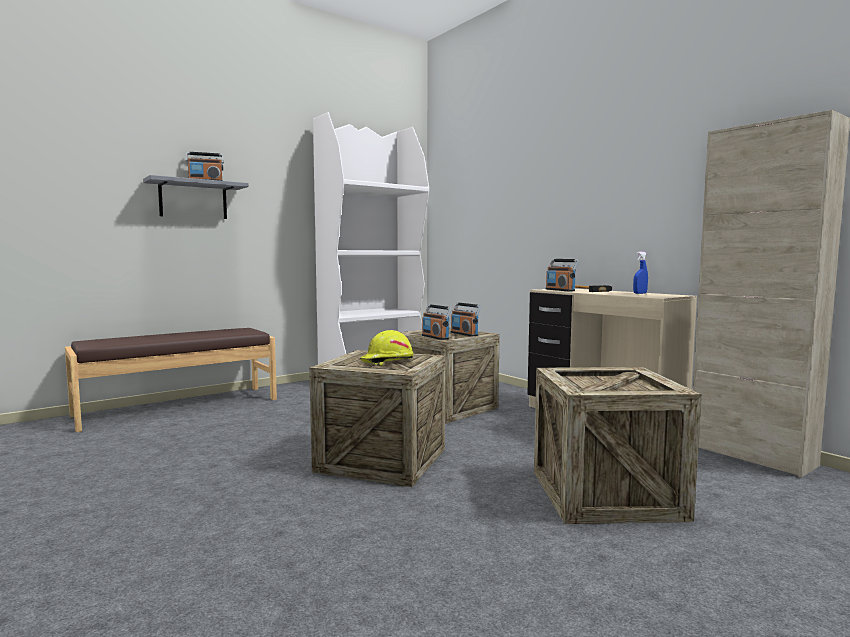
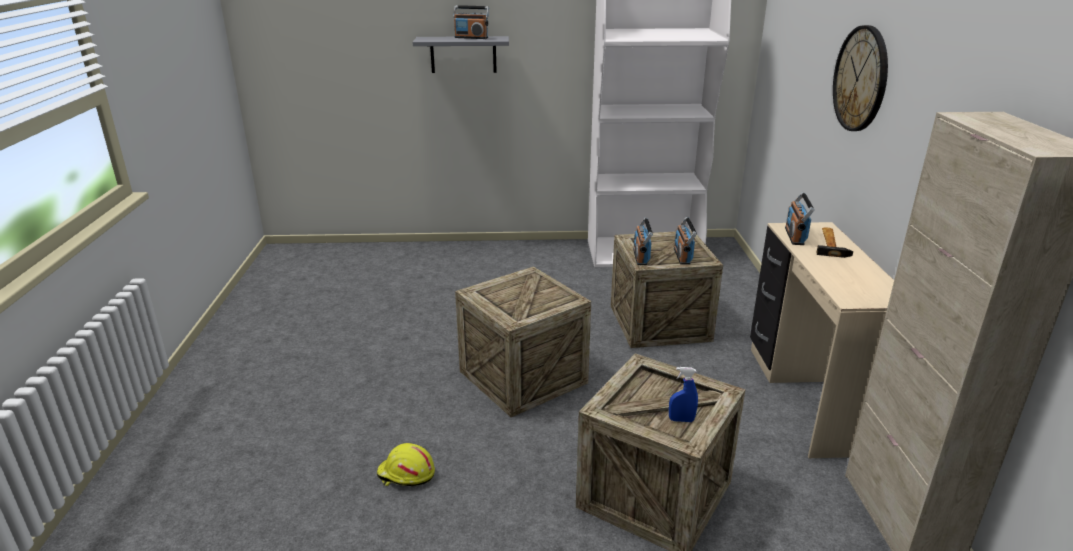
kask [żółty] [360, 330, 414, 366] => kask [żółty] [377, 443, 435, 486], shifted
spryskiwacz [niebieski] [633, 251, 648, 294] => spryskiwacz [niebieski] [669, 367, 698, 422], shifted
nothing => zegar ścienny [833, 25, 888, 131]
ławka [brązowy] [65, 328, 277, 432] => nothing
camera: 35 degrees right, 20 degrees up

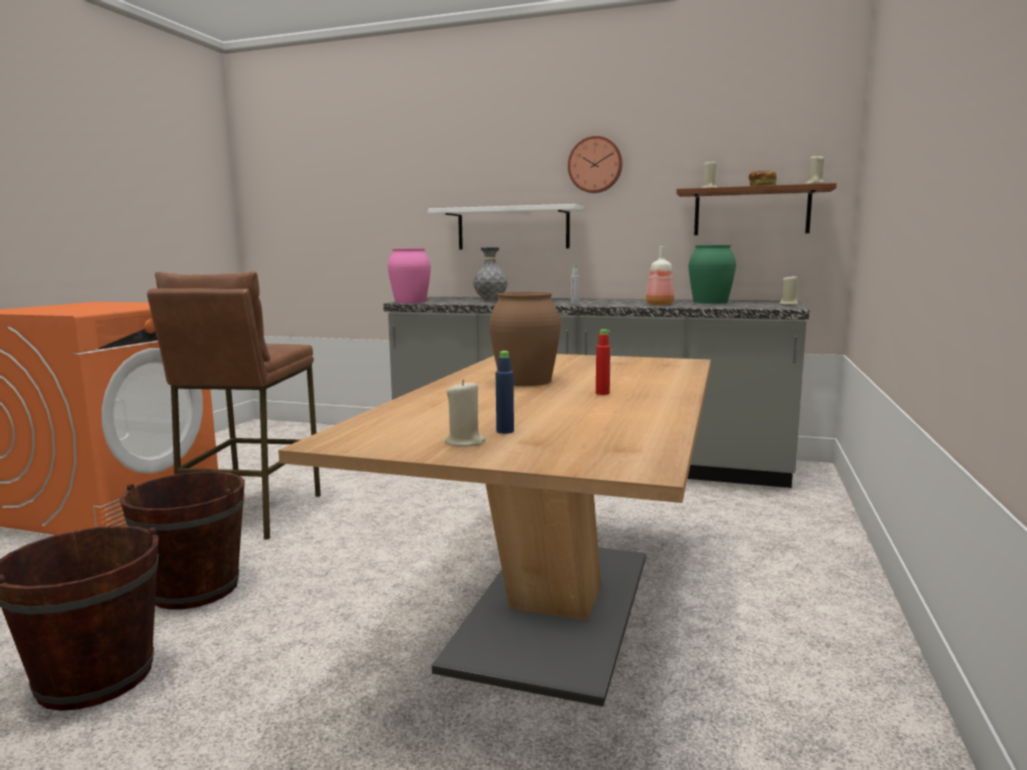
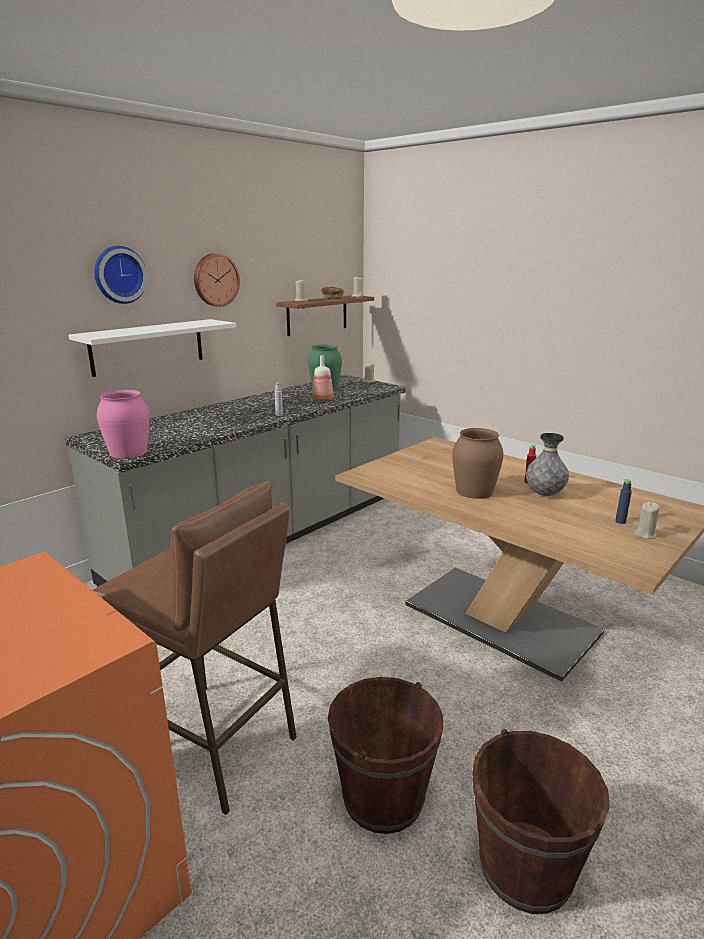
nothing => zegar ścienny [94, 246, 147, 304]
wazon [szary] [473, 248, 508, 301] => wazon [szary] [526, 433, 569, 496], shifted
camera: 65 degrees left, 10 degrees up

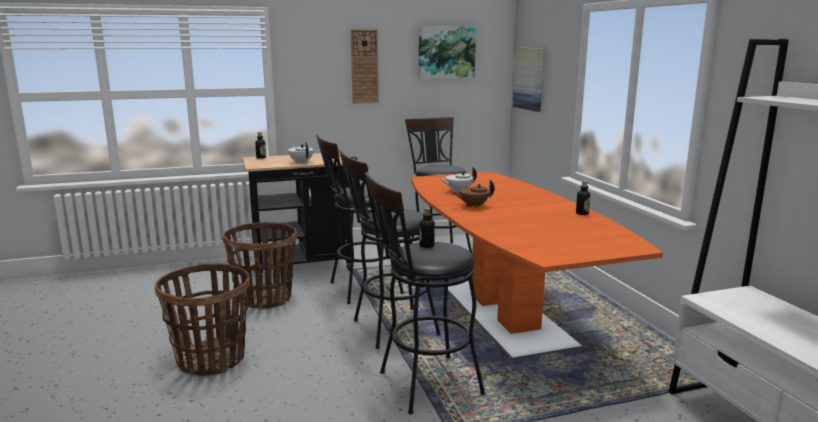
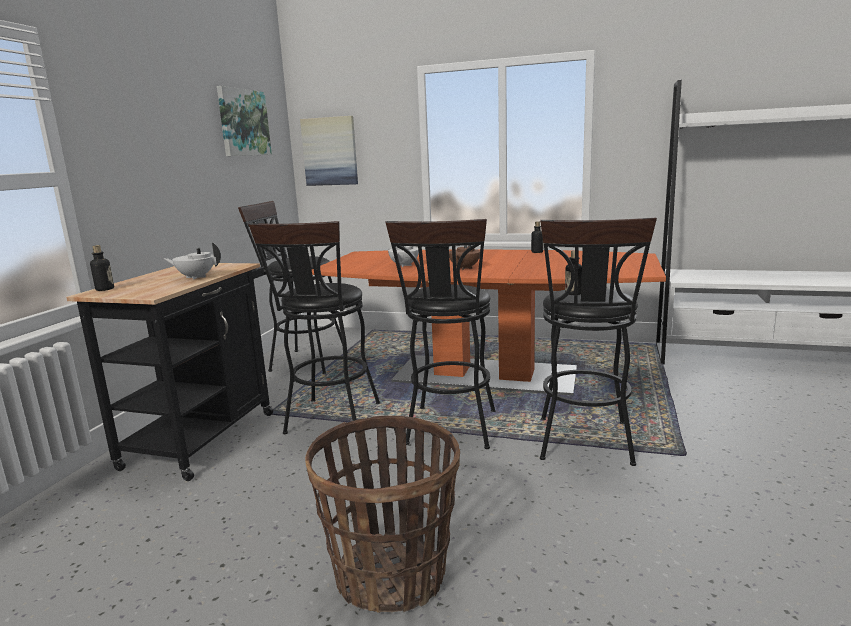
koszyk [222, 222, 297, 309] => nothing
zegar ścienny [351, 29, 379, 104] => nothing
camera: 55 degrees left, 0 degrees up

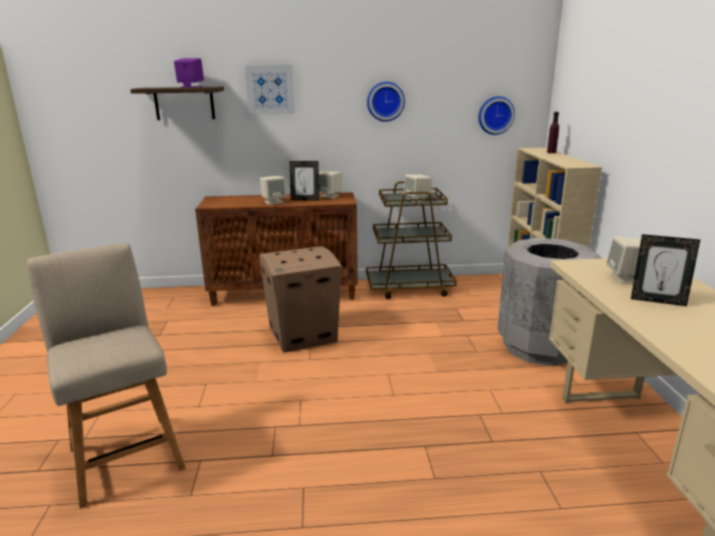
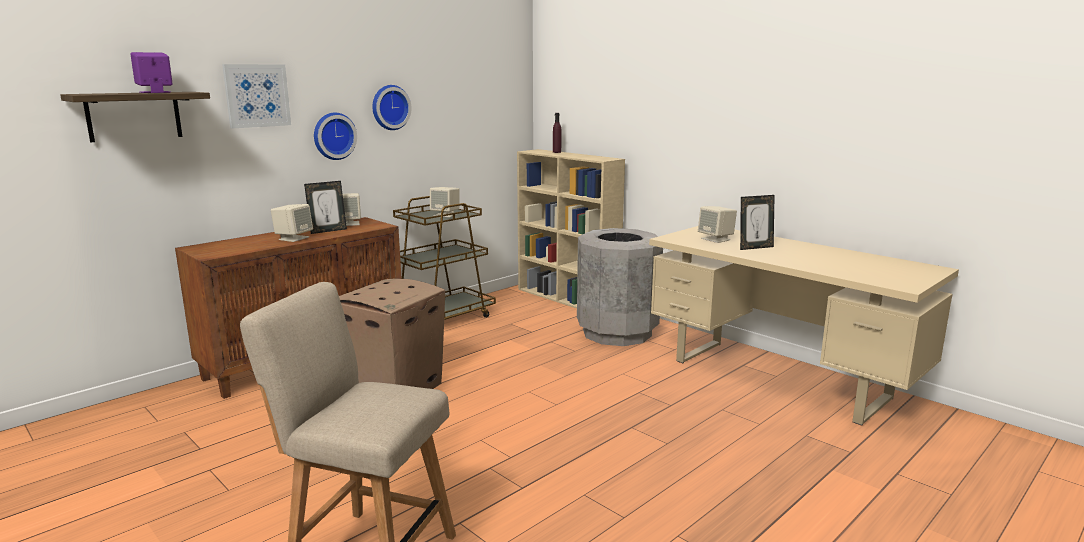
zegar ścienny [479, 96, 515, 135] => zegar ścienny [314, 113, 357, 160], shifted
camera: 40 degrees left, 5 degrees down

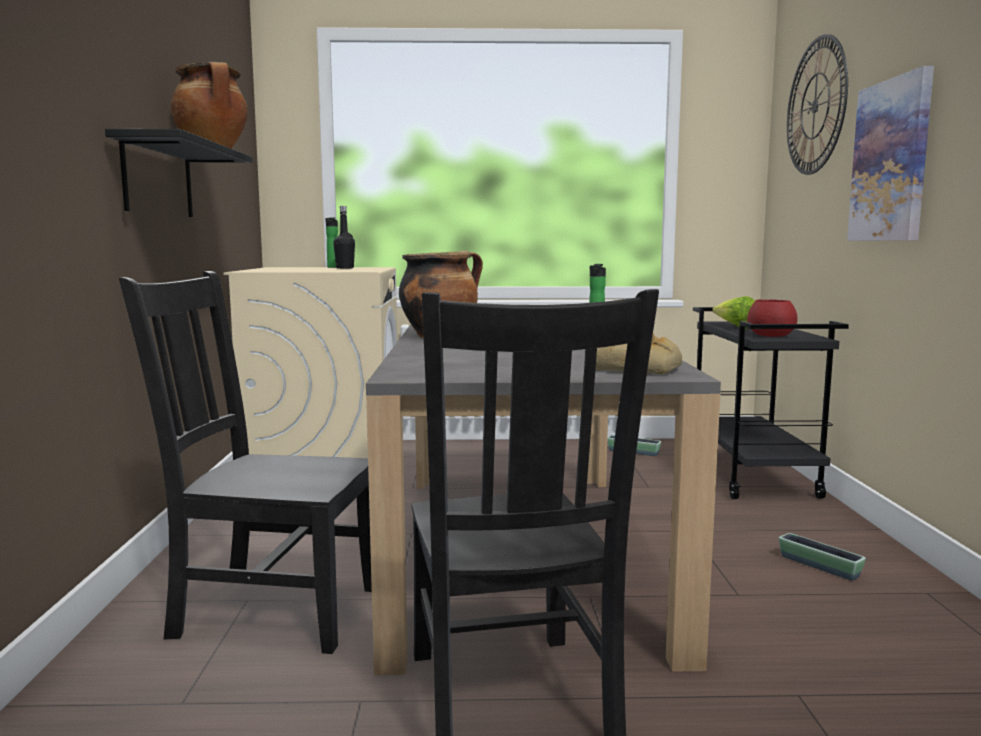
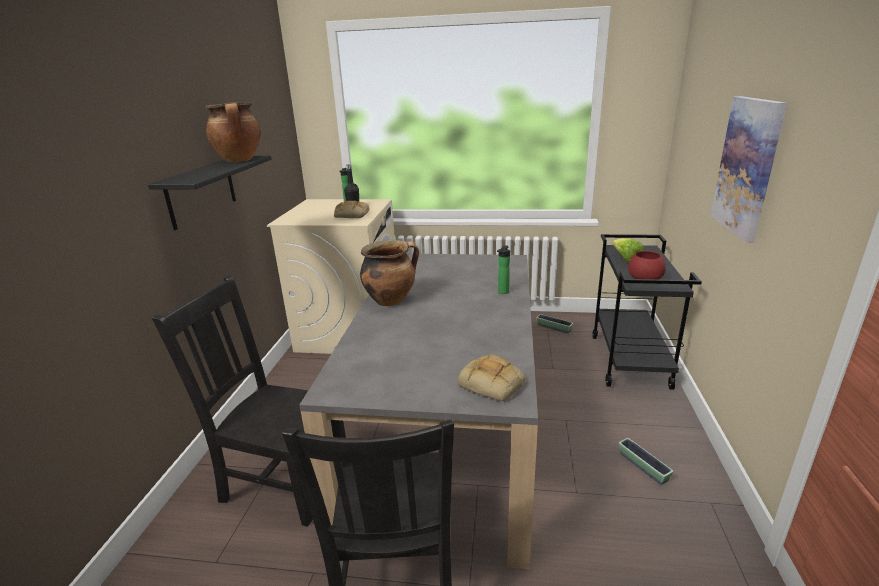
nothing => chleb [334, 201, 369, 218]
zegar ścienny [787, 34, 848, 175] => nothing
camera: 10 degrees right, 15 degrees up

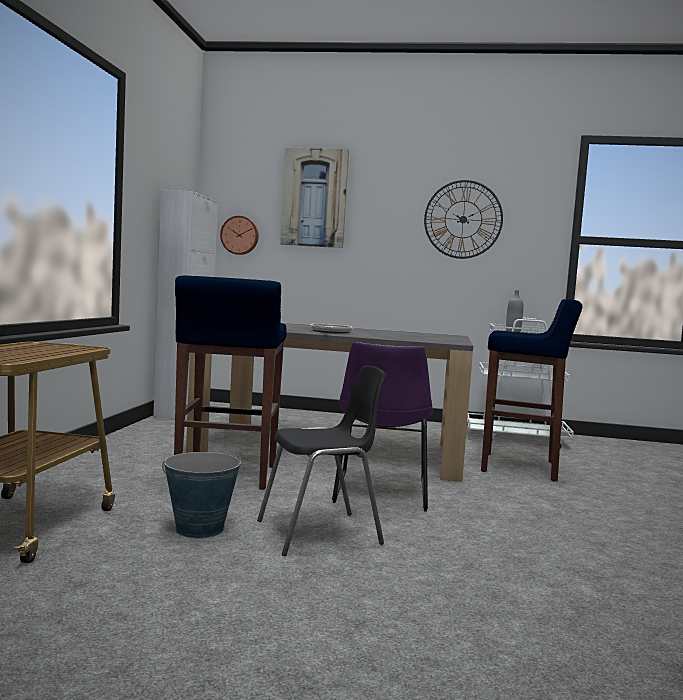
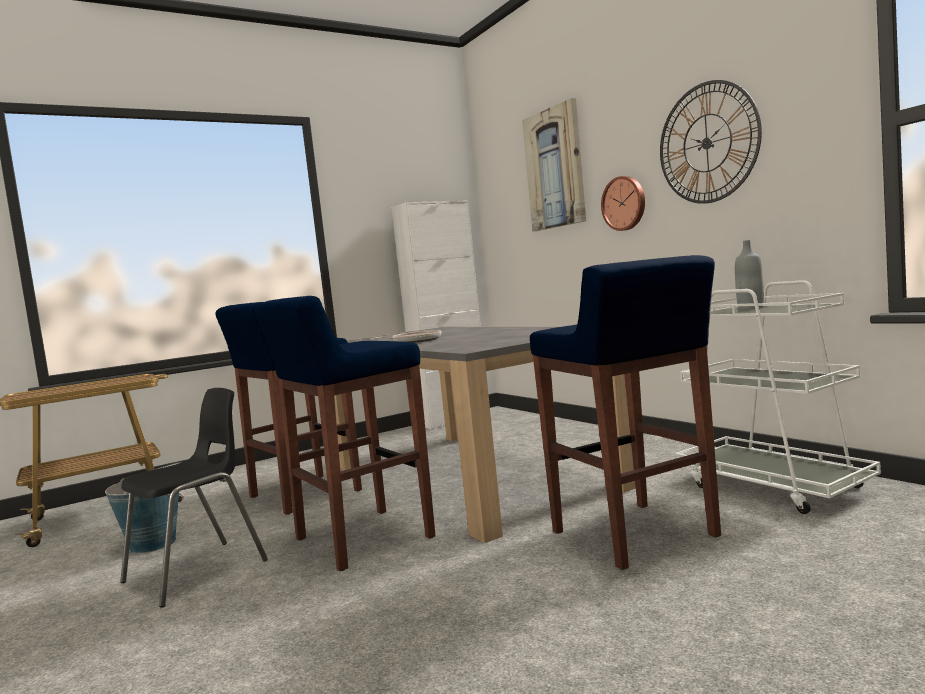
krzesło [czarny] [257, 366, 386, 556] => krzesło [czarny] [121, 388, 268, 607], 75 degrees counterclockwise
krzesło [fioletowy] [332, 342, 432, 512] => stołek [niebieski] [255, 296, 436, 571]
zegar ścienny [220, 216, 259, 255] => zegar ścienny [601, 176, 645, 231], shifted
camera: 50 degrees right, 0 degrees up

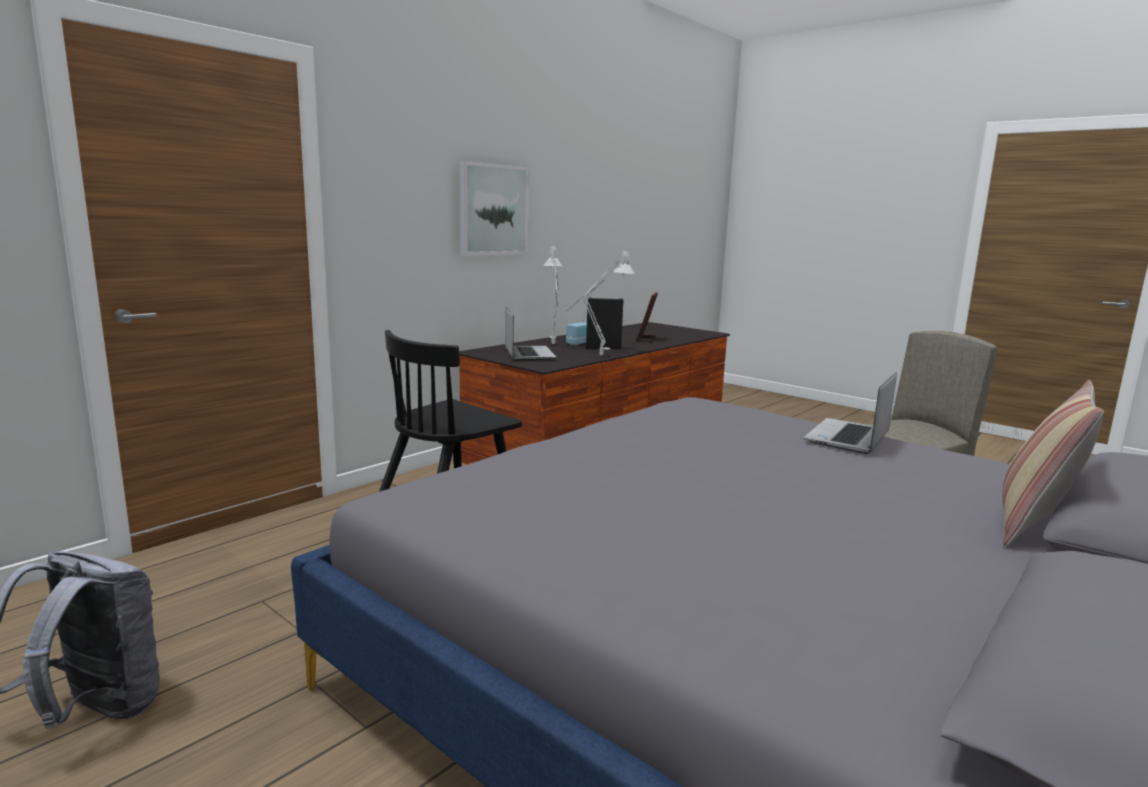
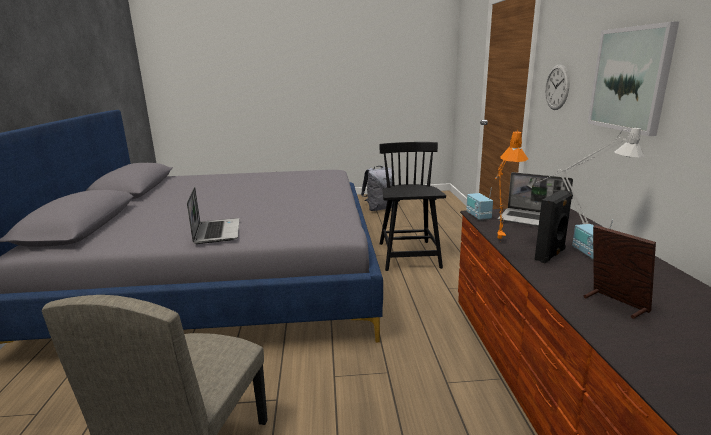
nothing => radio [466, 187, 493, 220]
lampa stołowa [szary] [565, 249, 635, 355] => lampa stołowa [pomarańczowy] [495, 130, 528, 239]
nothing => zegar ścienny [545, 64, 570, 110]
poduszka [1002, 380, 1104, 547] => nothing
camera: 135 degrees right, 5 degrees up

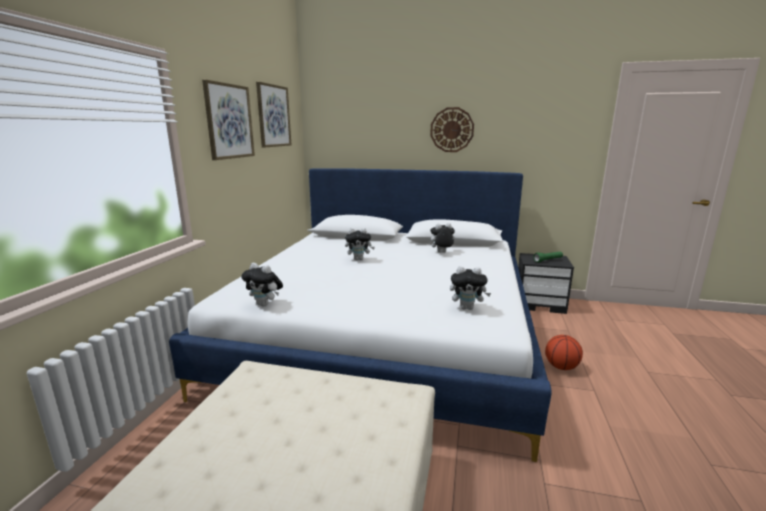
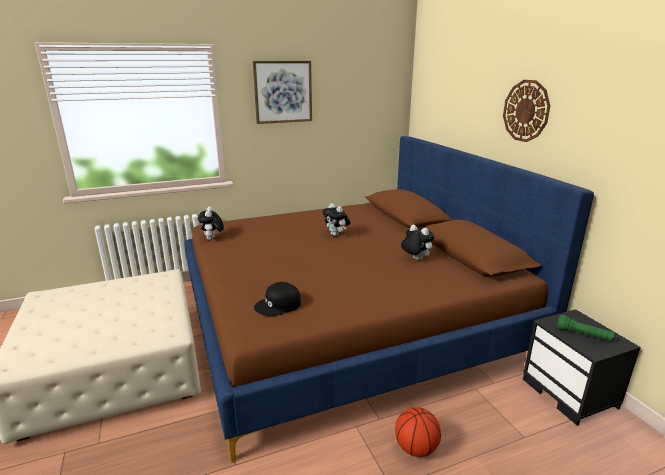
łóżko [biały] [169, 168, 552, 462] => łóżko [brązowy] [184, 136, 594, 463]
pluszak [450, 266, 491, 310] => czapka z daszkiem [czarny] [254, 282, 301, 316]
obraz [256, 82, 291, 148] => nothing
camera: 55 degrees right, 5 degrees up

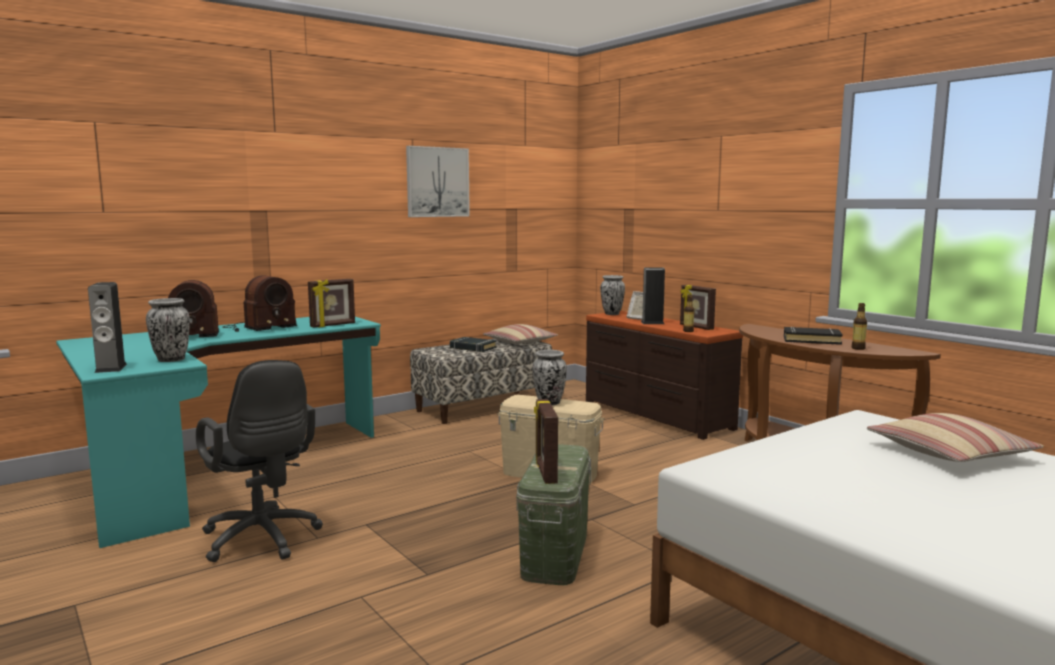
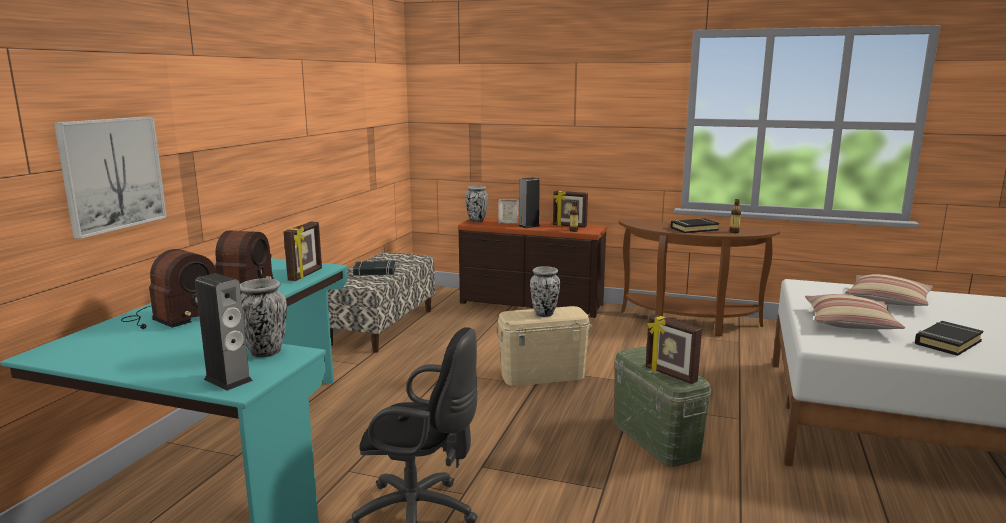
obraz [406, 146, 470, 217] => obraz [54, 116, 167, 239], shifted
poduszka [483, 324, 558, 344] => poduszka [805, 294, 905, 329], shifted
nothing => książka [czarny] [915, 321, 983, 356]
camera: 35 degrees left, 5 degrees up

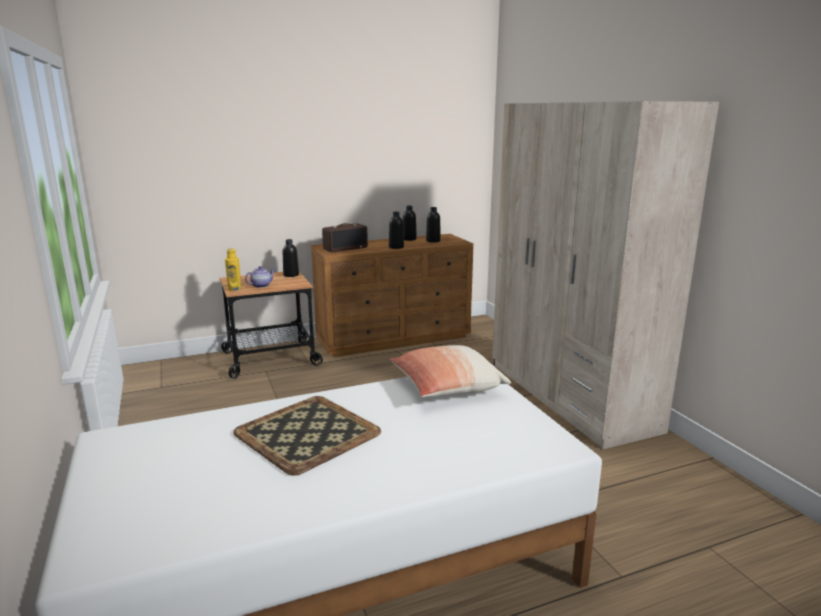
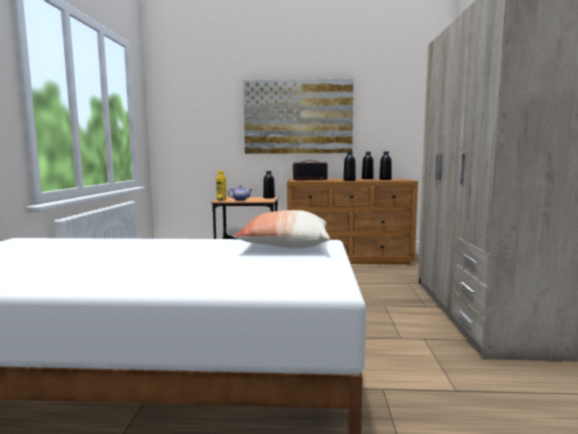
nothing => obraz [243, 79, 353, 154]
taca [233, 396, 381, 476] => nothing
camera: 25 degrees right, 10 degrees down

